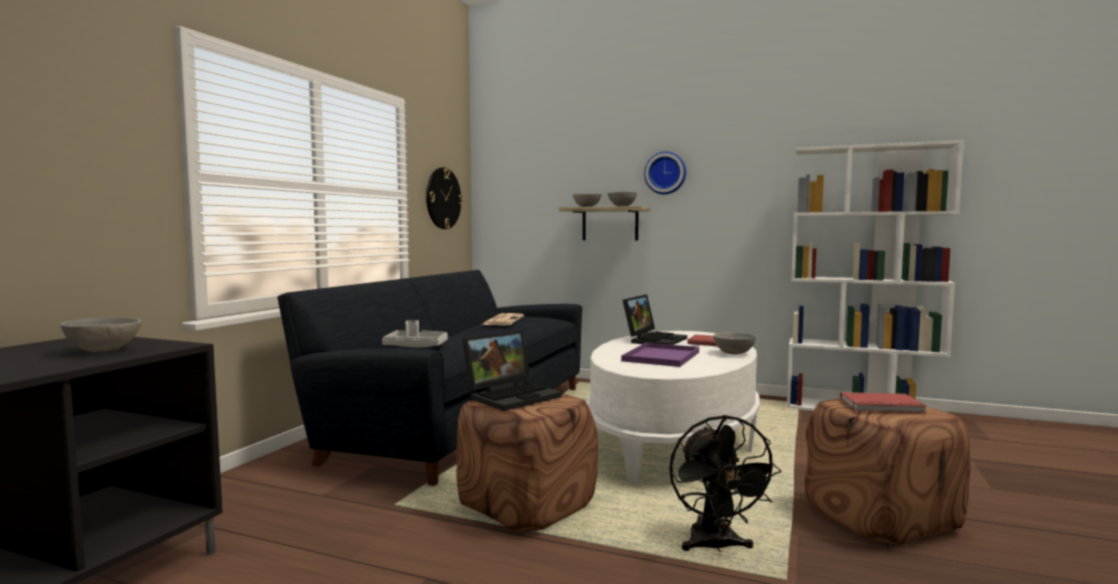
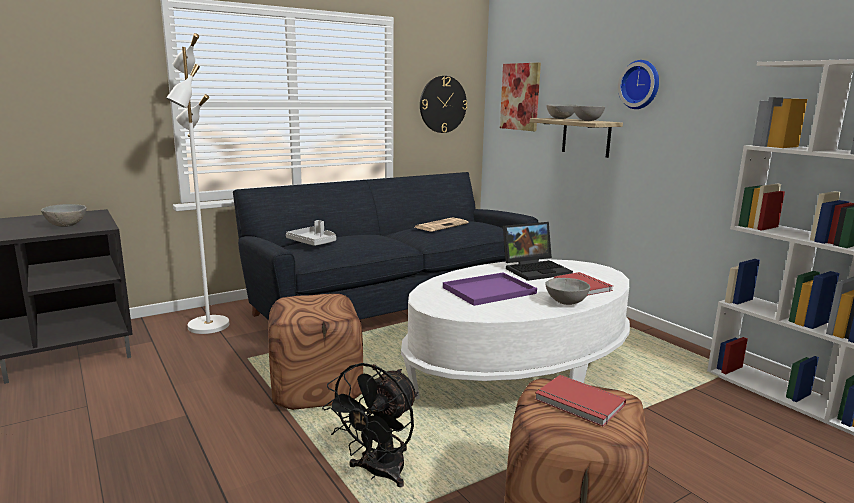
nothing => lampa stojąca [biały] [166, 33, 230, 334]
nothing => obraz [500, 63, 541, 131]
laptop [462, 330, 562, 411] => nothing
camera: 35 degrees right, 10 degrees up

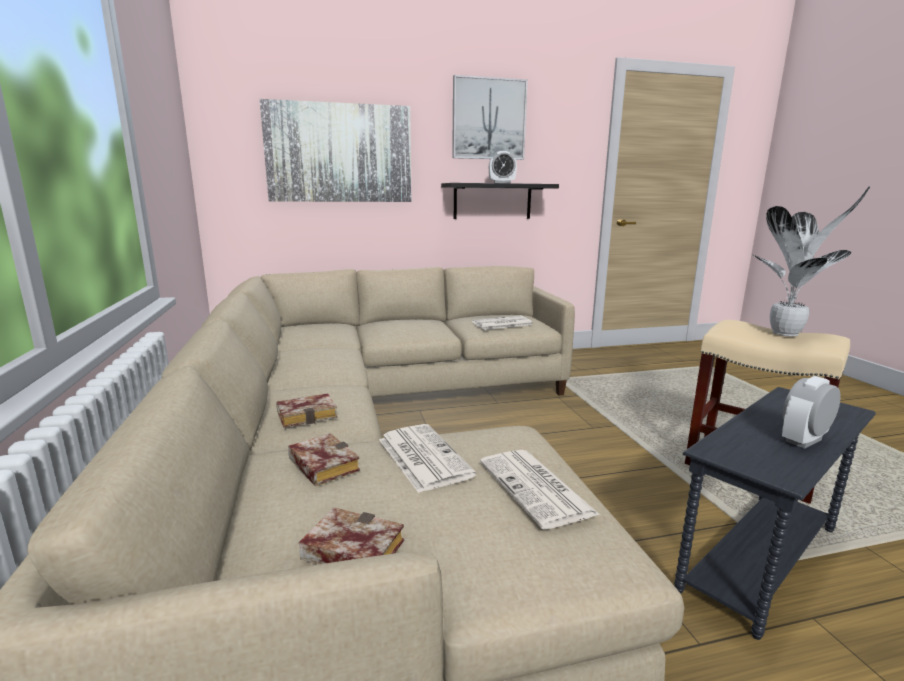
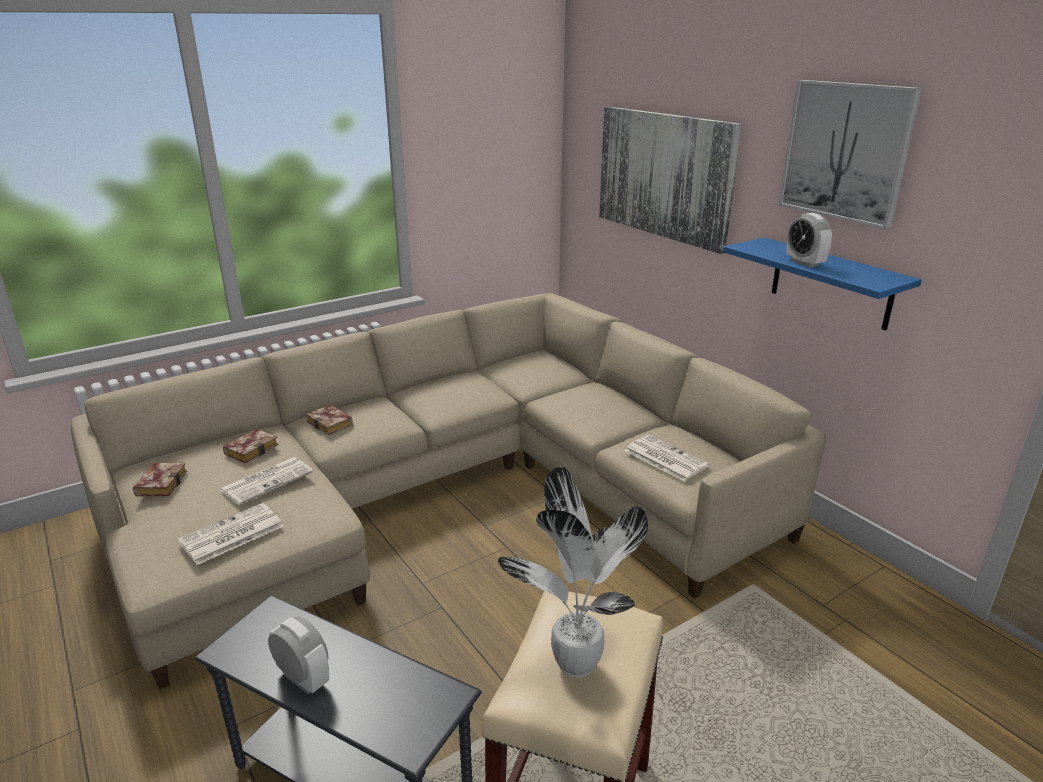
półka [czarny] [441, 183, 559, 219] => półka [niebieski] [723, 237, 922, 331]
camera: 70 degrees right, 10 degrees up

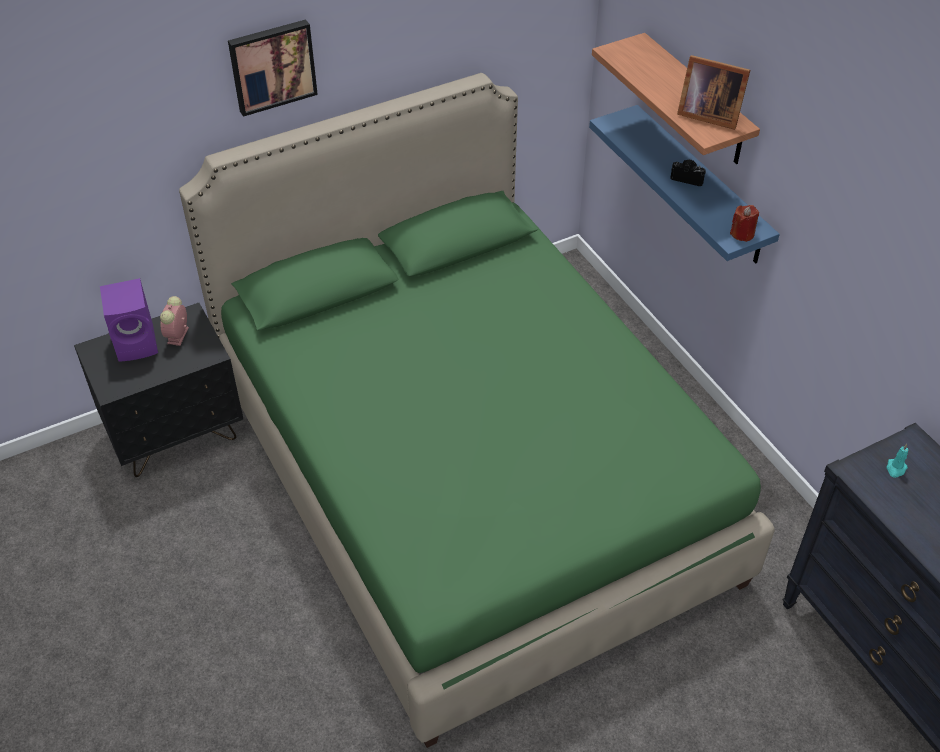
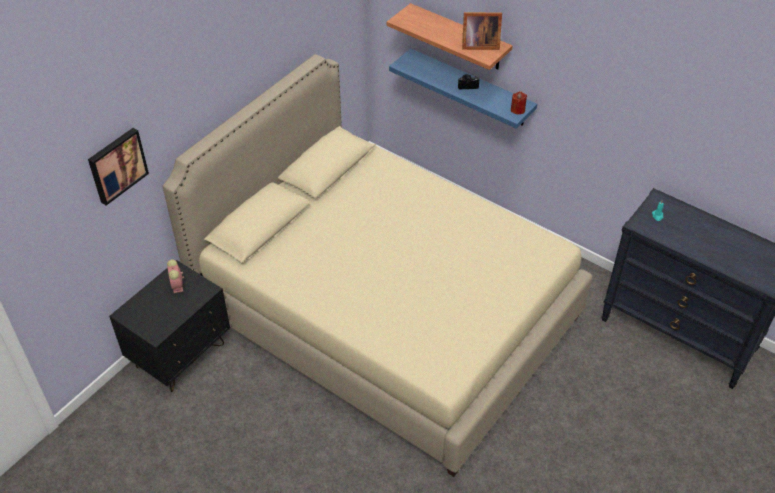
obraz [228, 20, 318, 117] => obraz [88, 128, 149, 205], shifted
łóżko [zielony] [179, 73, 775, 748] => łóżko [beżowy] [163, 54, 592, 477]
głośnik [fioletowy] [100, 278, 158, 362] => nothing
camera: 25 degrees left, 0 degrees up

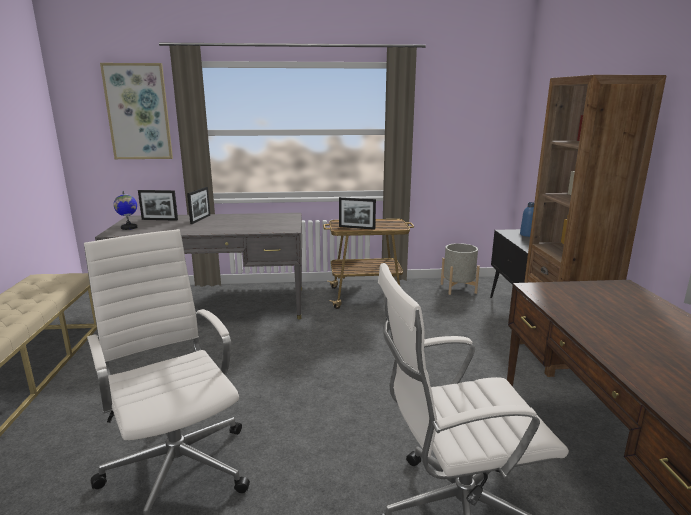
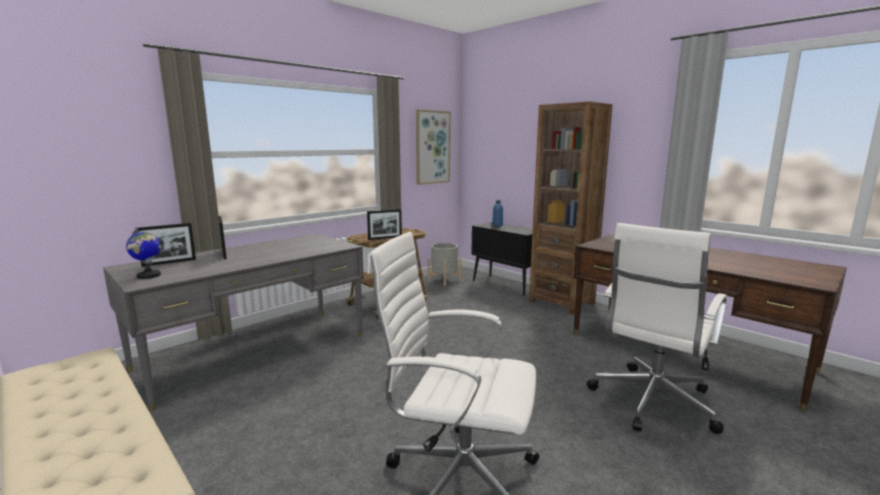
obraz [100, 63, 173, 159] => obraz [416, 109, 451, 185], shifted
camera: 40 degrees left, 5 degrees down

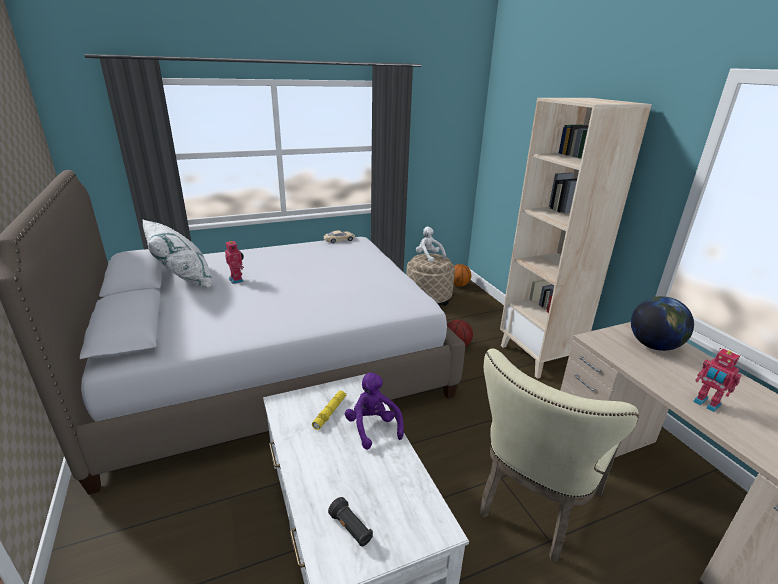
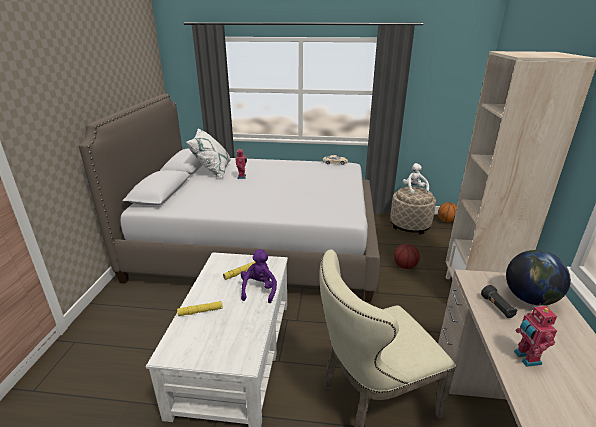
nothing => latarka [żółty] [177, 301, 223, 316]
latarka [czarny] [328, 497, 373, 547] => latarka [czarny] [481, 285, 517, 318], shifted
camera: 30 degrees right, 0 degrees up

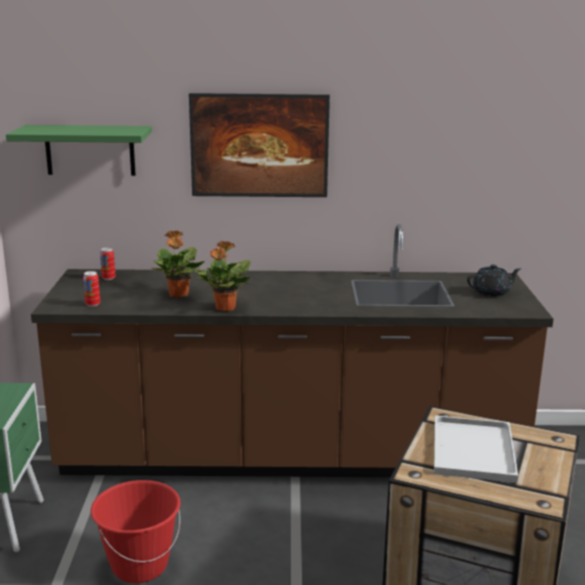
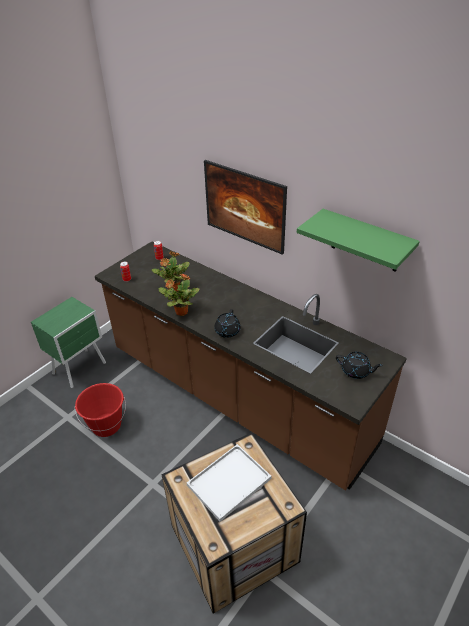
nothing => imbryk [czarny] [214, 309, 241, 338]
półka [zielony] [6, 125, 152, 176] => półka [zielony] [297, 209, 420, 272], shifted
camera: 40 degrees right, 20 degrees up

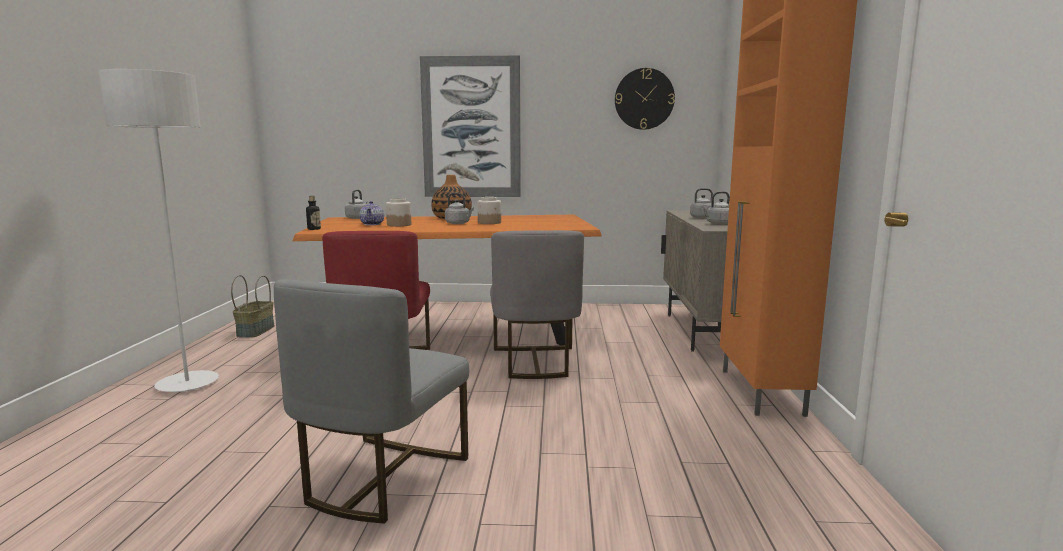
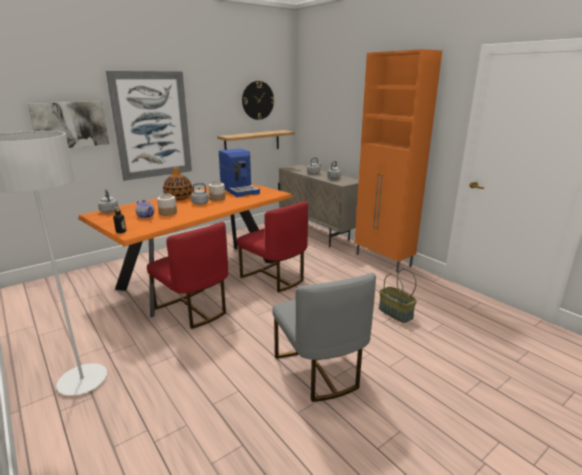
nothing => obraz [28, 101, 109, 148]
nothing => półka [217, 130, 295, 150]
nothing => ekspres do kawy [219, 148, 260, 197]
krzesło [szary] [490, 230, 584, 379] => krzesło [czerwony] [237, 201, 308, 292]
koszyk [231, 275, 274, 338] => koszyk [379, 269, 417, 323], shifted
camera: 40 degrees left, 10 degrees up

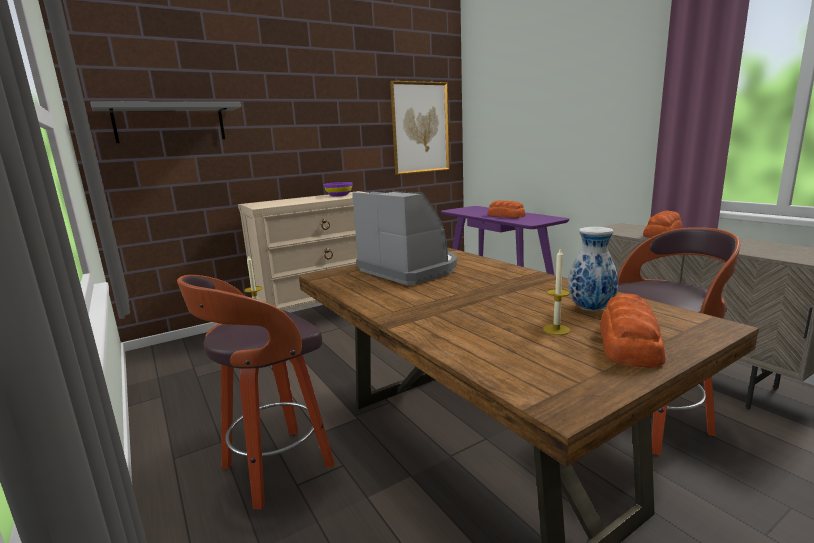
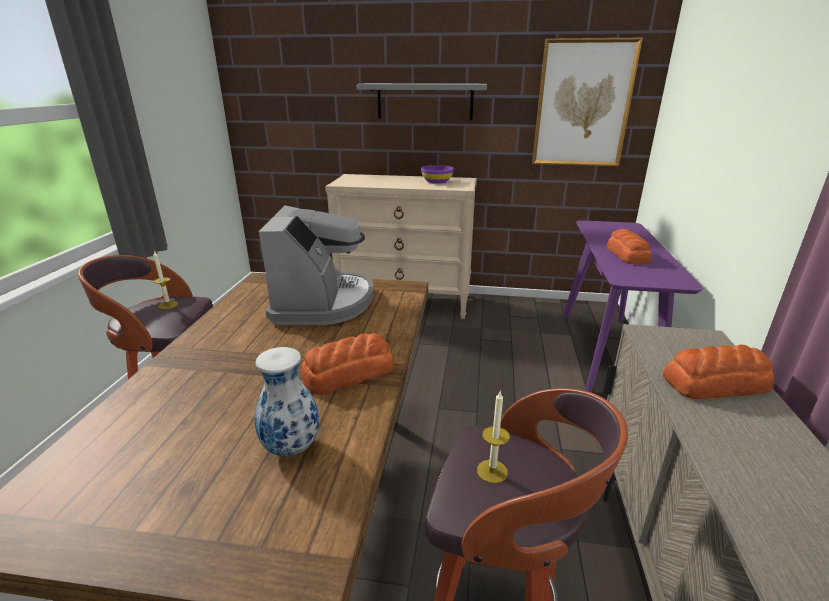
chleb [600, 294, 666, 367] => chleb [301, 333, 394, 395], shifted
półka [szary] [90, 101, 241, 143] => półka [szary] [356, 83, 487, 120], shifted
świeca [543, 249, 570, 335] => świeca [477, 390, 510, 484], shifted
camera: 40 degrees right, 10 degrees up

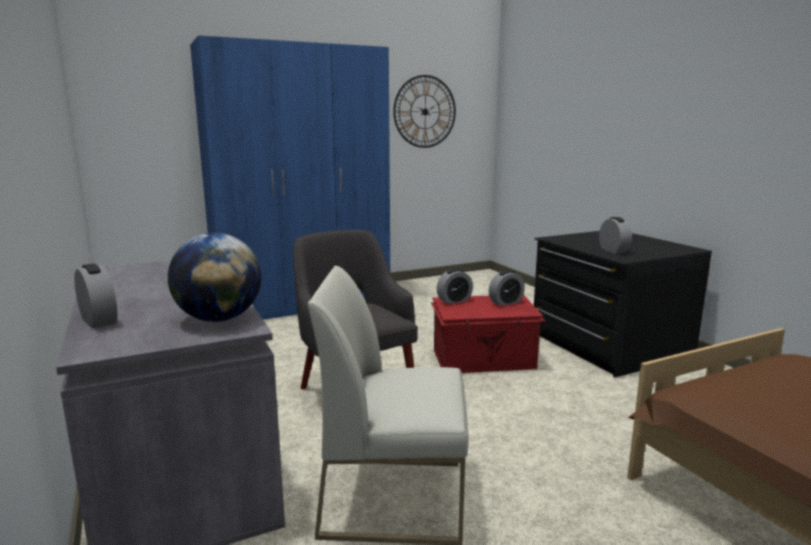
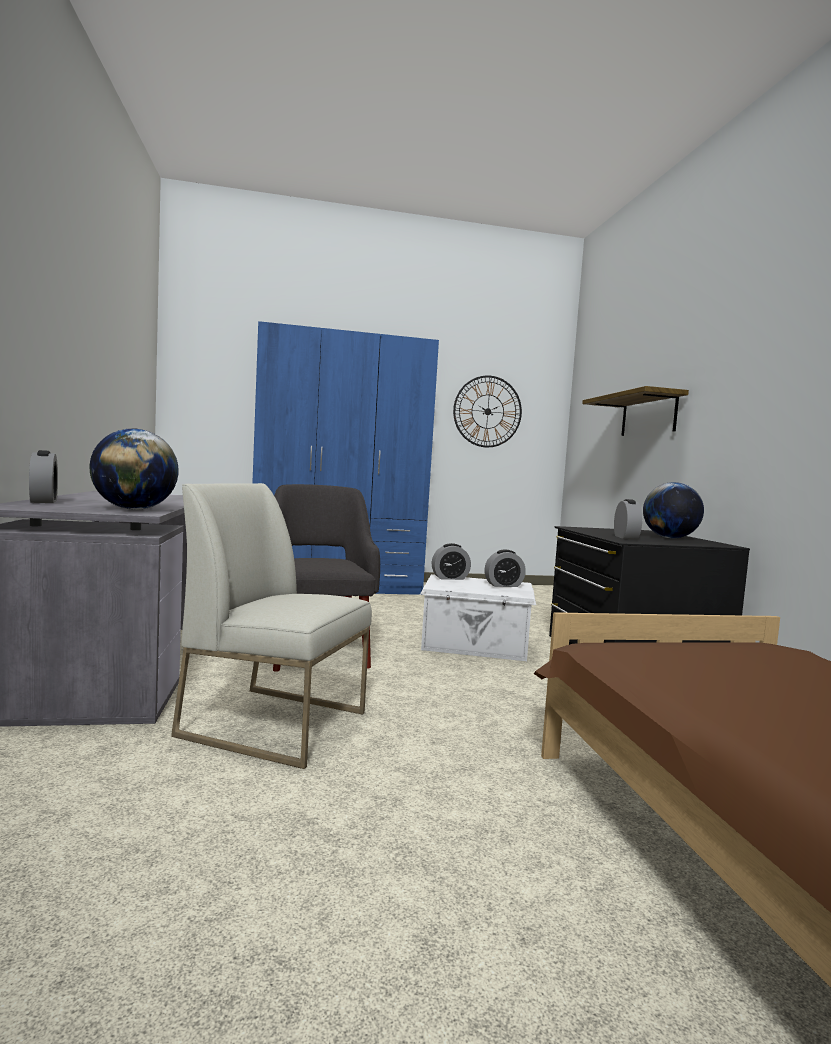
pojemnik do przechowywania [czerwony] [431, 294, 545, 373] => pojemnik do przechowywania [biały] [420, 574, 536, 661]
nothing => półka [582, 386, 689, 436]
nothing => globus [643, 482, 704, 538]
camera: 15 degrees right, 10 degrees down

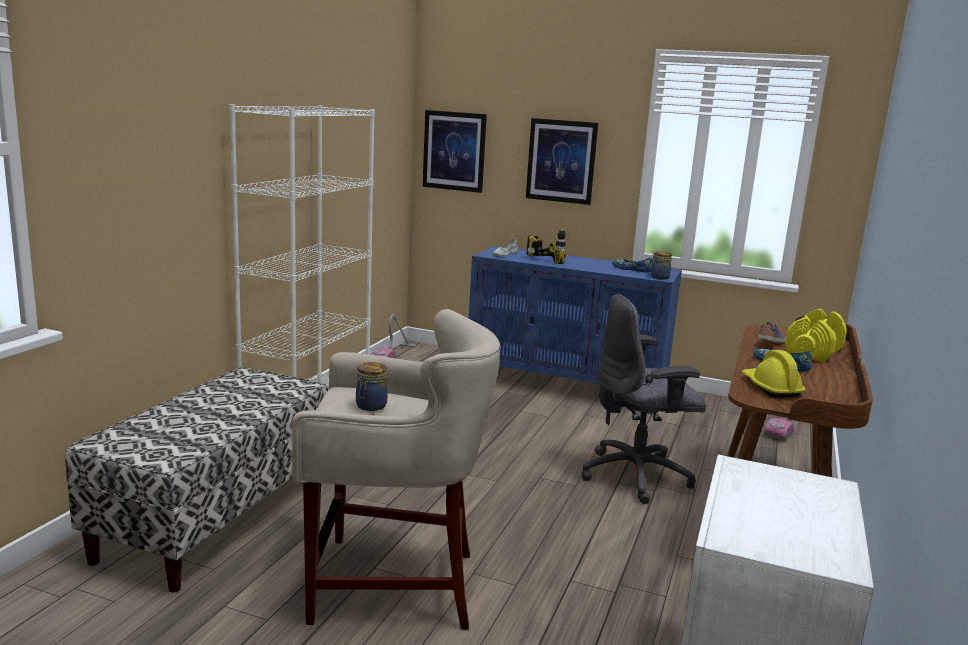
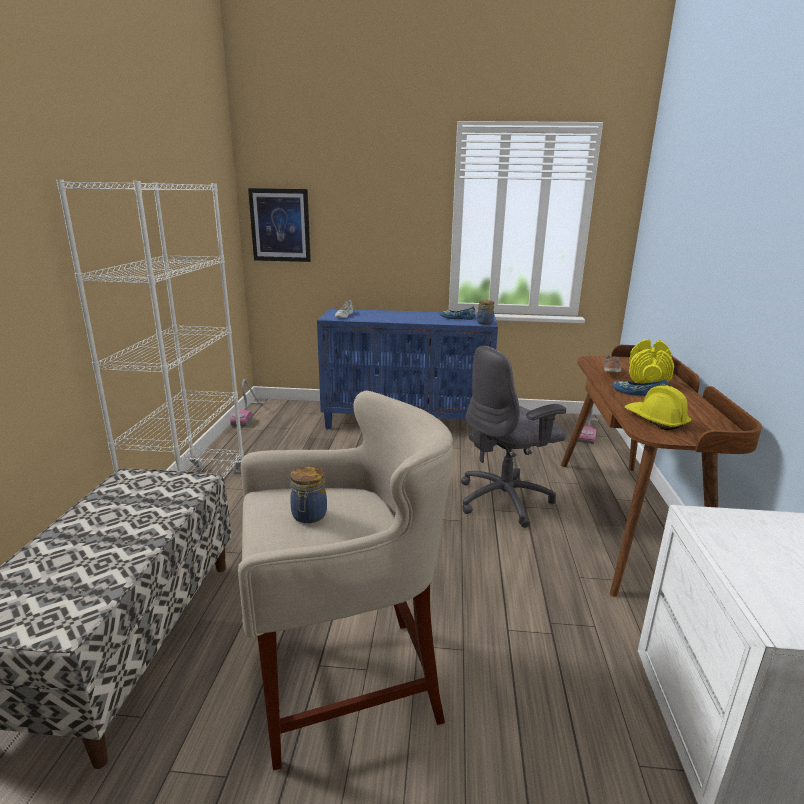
obraz [526, 118, 598, 205] => nothing
wiertarka [527, 227, 566, 264] => nothing
camera: 15 degrees left, 5 degrees up

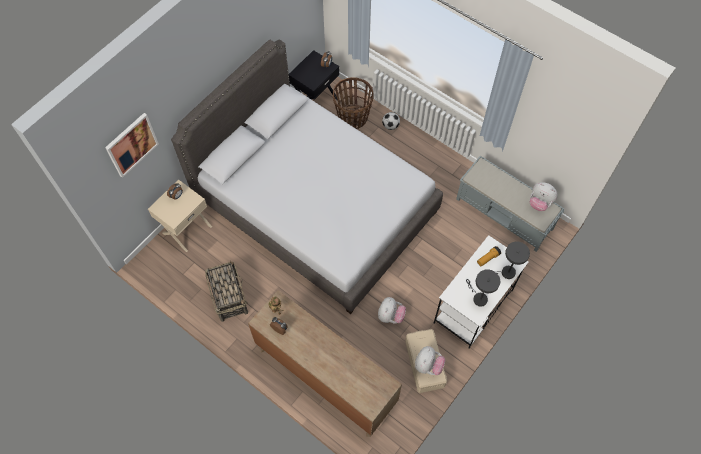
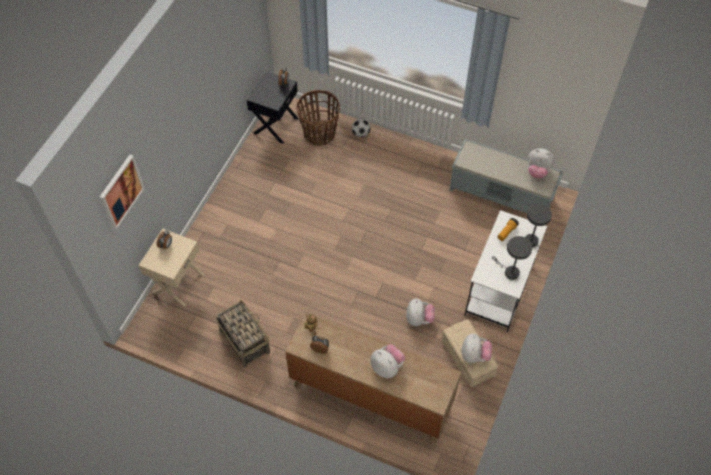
nothing => pluszak [371, 344, 405, 378]
łóżko [szary] [171, 39, 443, 314] => nothing
camera: 15 degrees left, 5 degrees down

